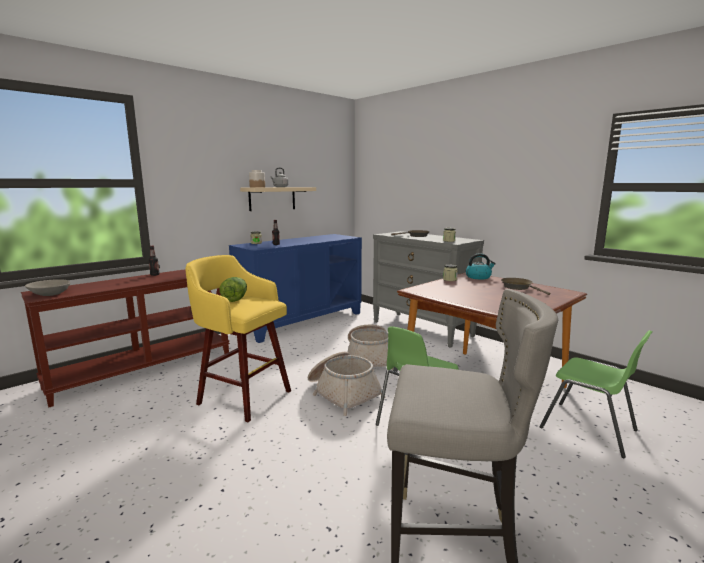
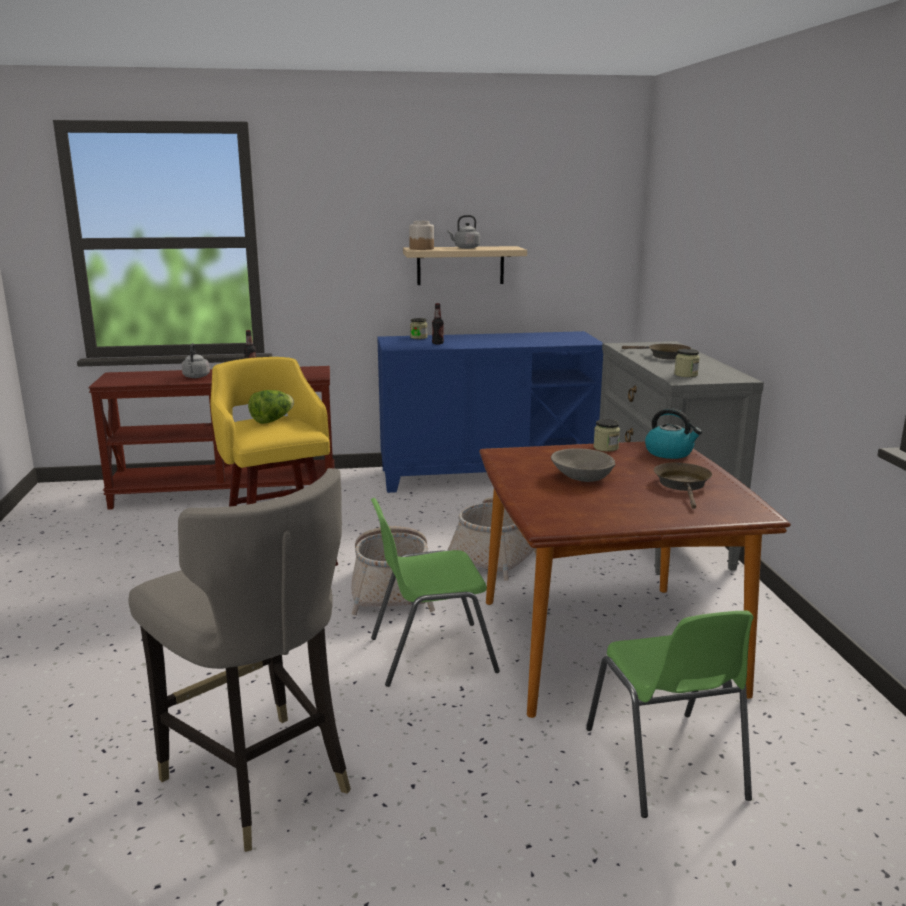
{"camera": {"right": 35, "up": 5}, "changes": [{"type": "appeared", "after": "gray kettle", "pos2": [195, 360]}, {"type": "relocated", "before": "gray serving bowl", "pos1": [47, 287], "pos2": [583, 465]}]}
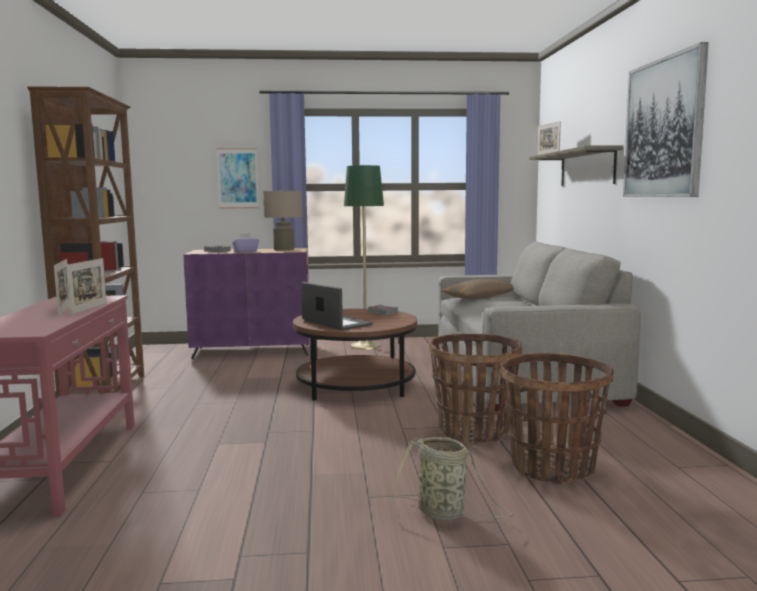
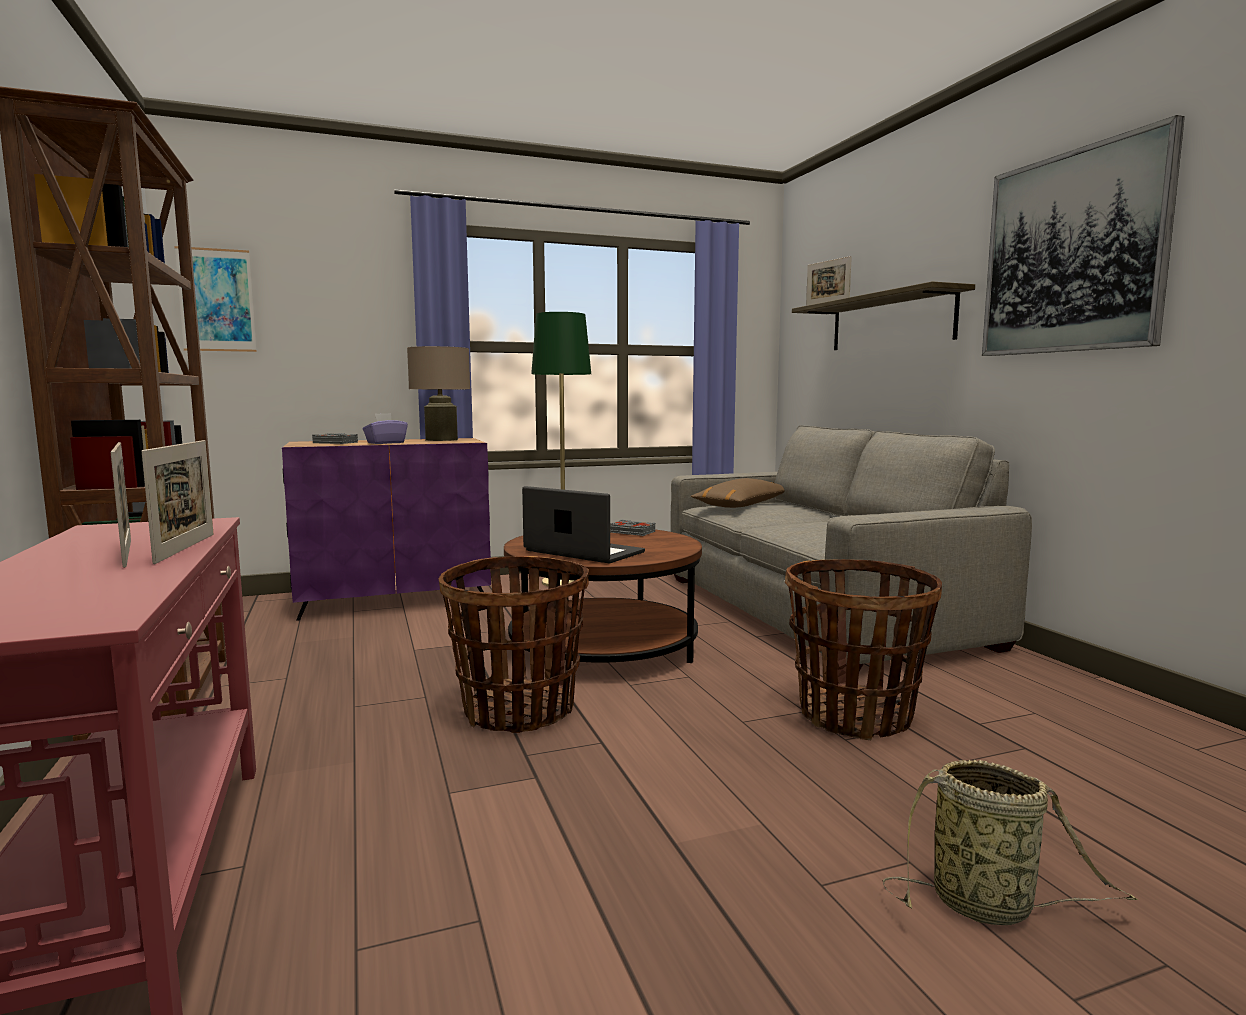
{"camera": {"right": -15, "up": 0}, "changes": [{"type": "relocated", "before": "wall picture", "pos1": [238, 178], "pos2": [215, 299]}, {"type": "relocated", "before": "basket", "pos1": [557, 418], "pos2": [513, 644]}]}
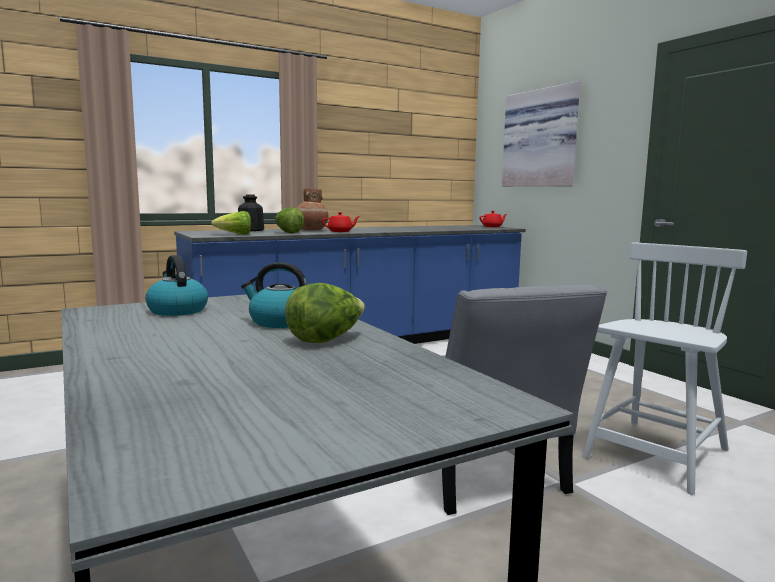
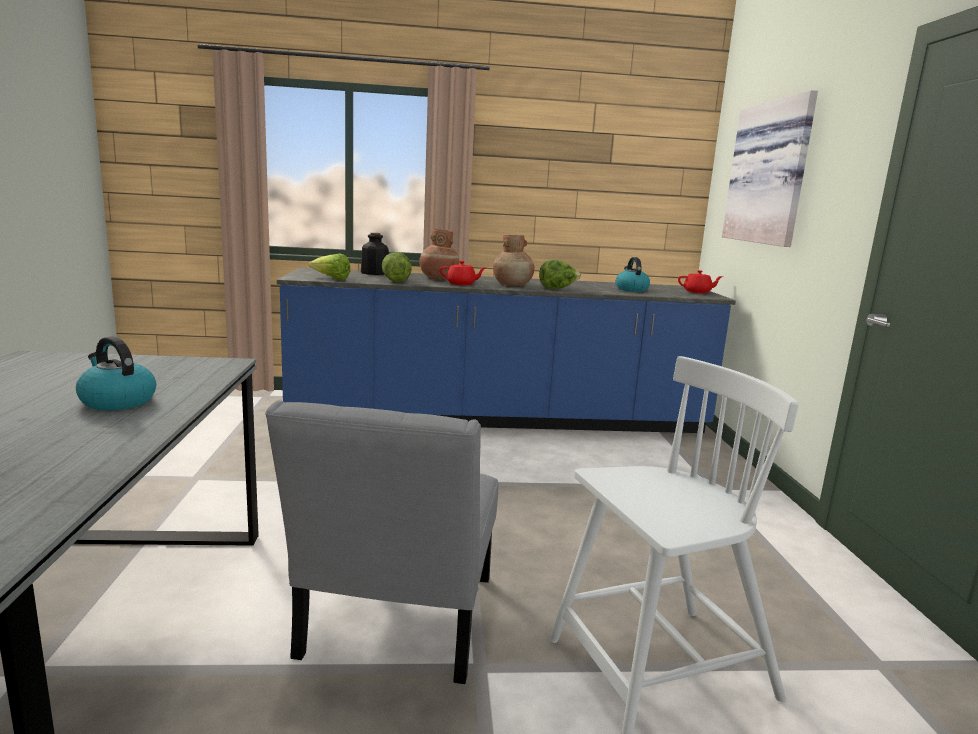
{"camera": {"right": 25, "up": 5}, "changes": [{"type": "appeared", "after": "brown decorative vase", "pos2": [514, 260]}, {"type": "relocated", "before": "lettuce", "pos1": [325, 313], "pos2": [560, 274]}, {"type": "relocated", "before": "kettle", "pos1": [176, 285], "pos2": [633, 274]}]}
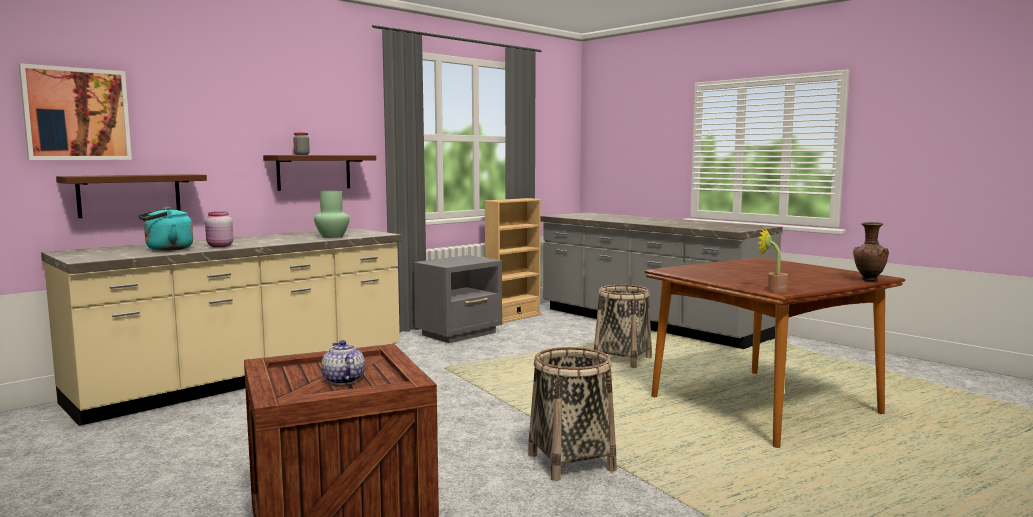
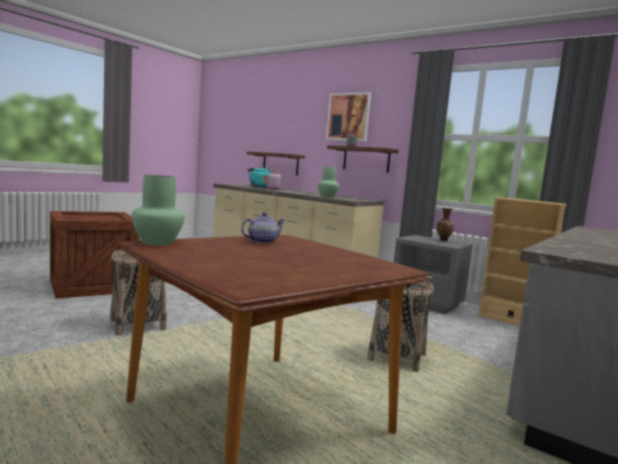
{"camera": {"right": 80, "up": 0}, "changes": [{"type": "exchanged", "before": "plant in a pot", "after": "greenish decorative vase", "pos1": [773, 260], "pos2": [158, 210]}, {"type": "relocated", "before": "tea pot", "pos1": [343, 362], "pos2": [263, 227]}, {"type": "relocated", "before": "wall picture", "pos1": [75, 111], "pos2": [348, 116]}, {"type": "relocated", "before": "brown decorative vase", "pos1": [871, 251], "pos2": [445, 224]}]}
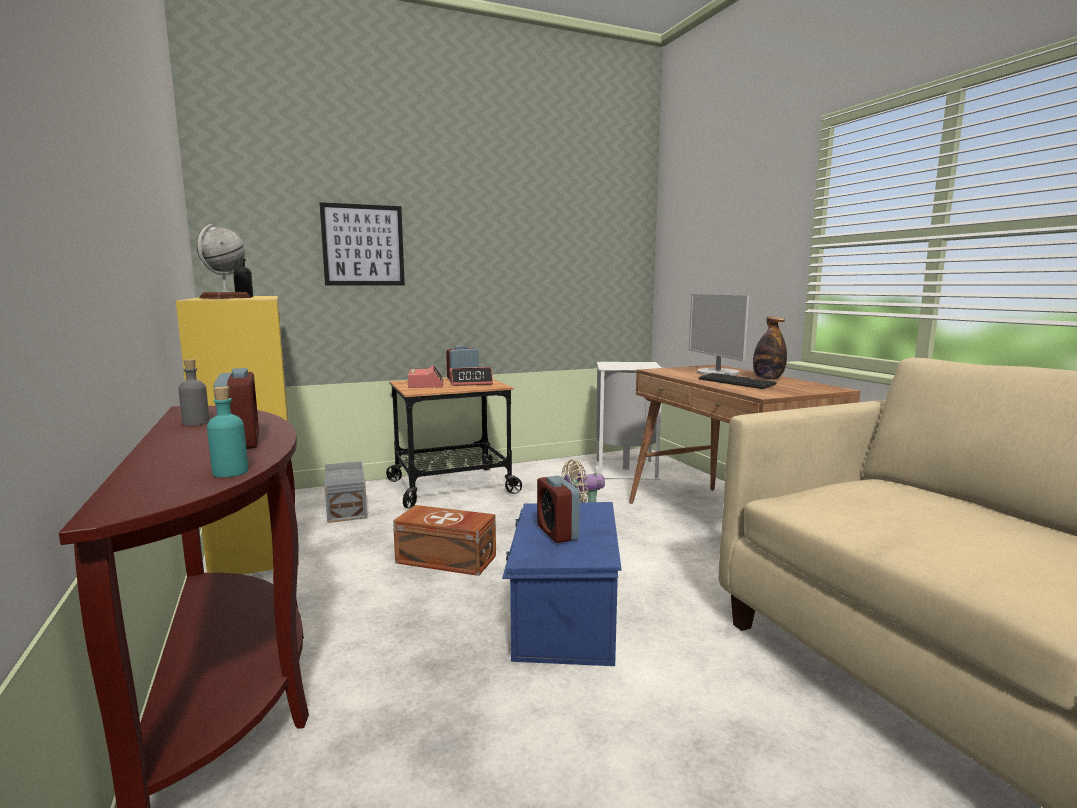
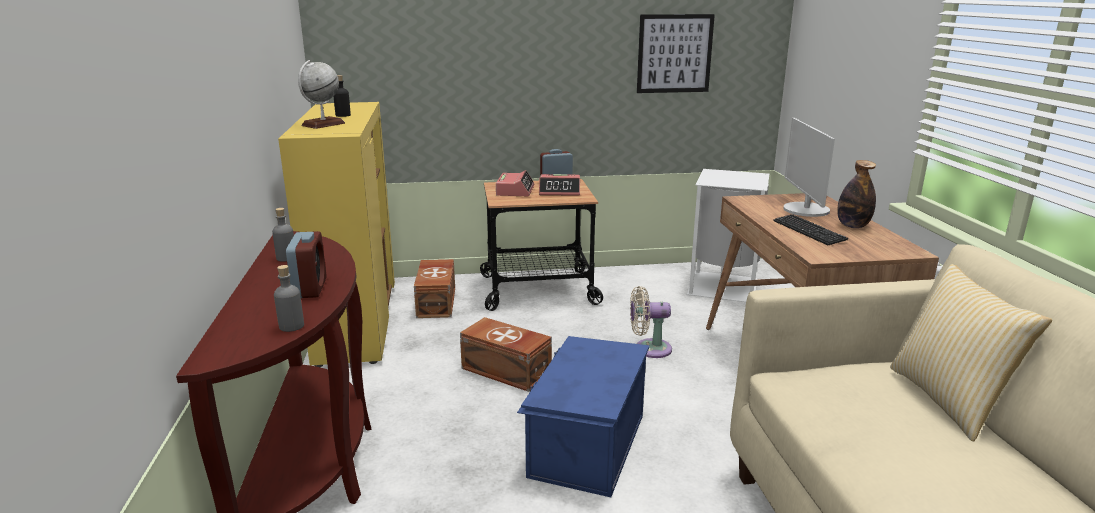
{"camera": {"right": 15, "up": 10}, "changes": [{"type": "colour", "before": "blue-green drink bottle", "after": "gray drink bottle", "pos1": [227, 432], "pos2": [289, 298]}, {"type": "colour", "before": "gray storage container", "after": "brown storage container", "pos1": [346, 492], "pos2": [434, 288]}, {"type": "relocated", "before": "wall picture", "pos1": [362, 243], "pos2": [676, 53]}, {"type": "appeared", "after": "throw pillow", "pos2": [971, 352]}, {"type": "missing", "before": "bedside clock", "pos1": [558, 509]}]}
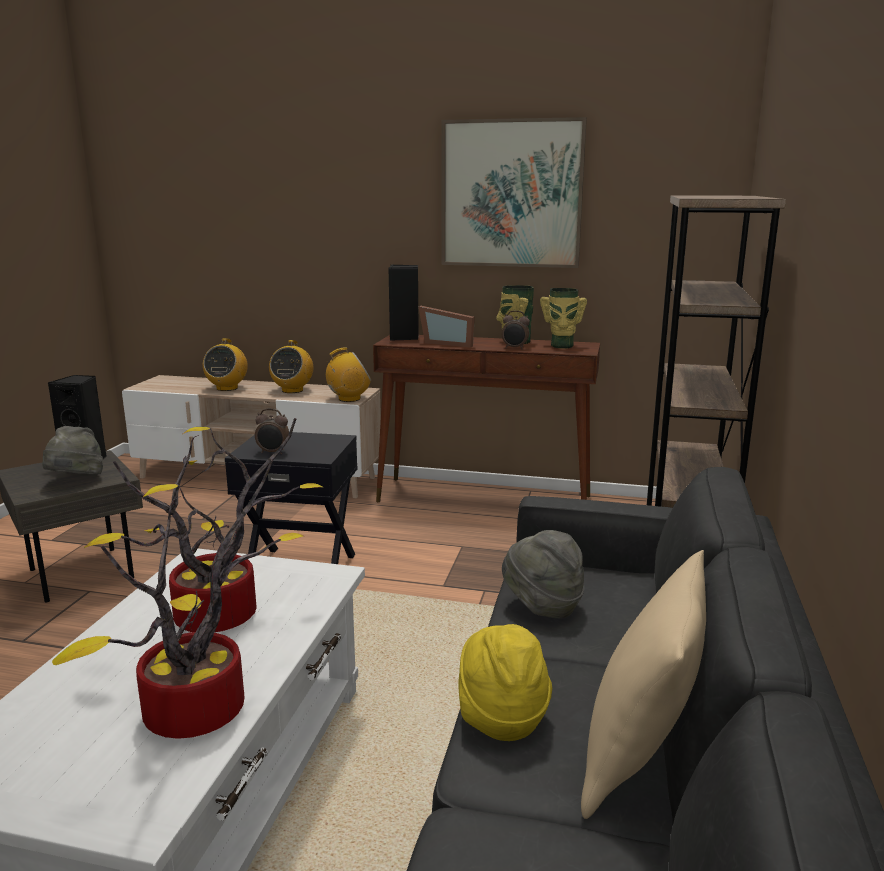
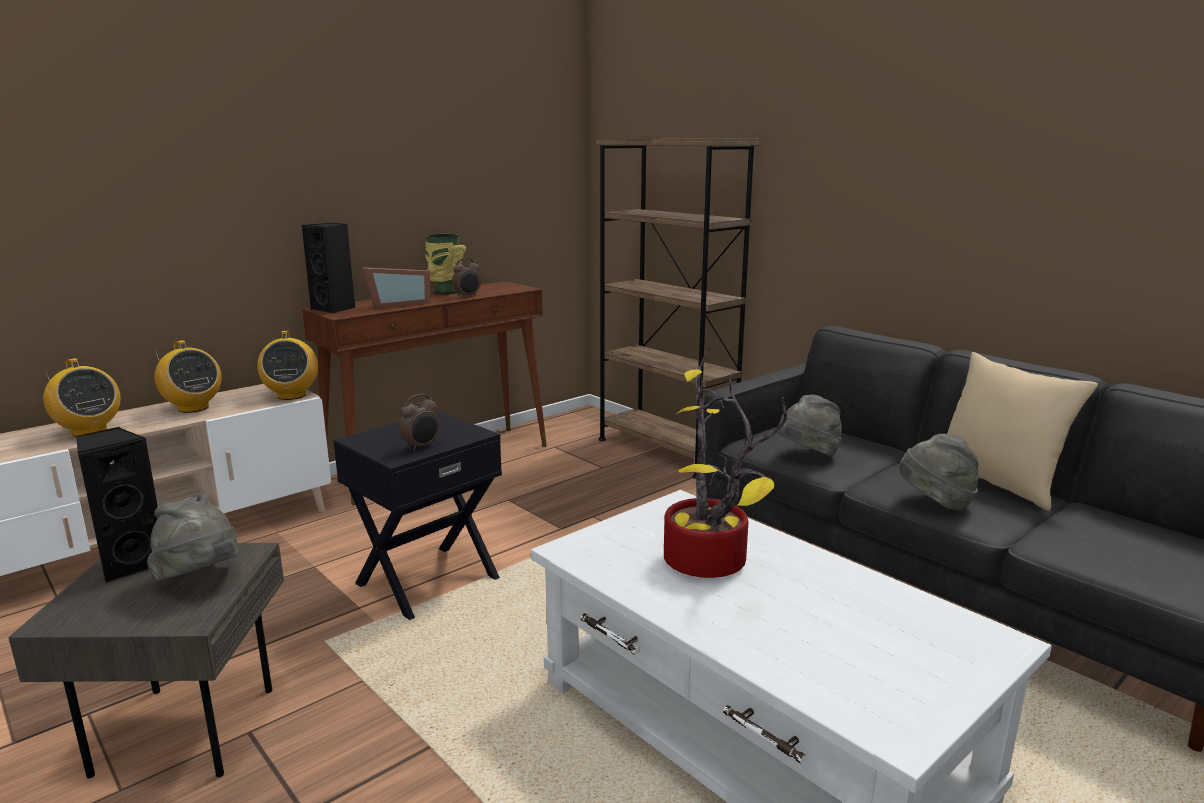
{"camera": {"right": -55, "up": 0}, "changes": [{"type": "spun", "before": "radio receiver", "pos1": [348, 374], "pos2": [287, 365], "turn": 150}, {"type": "colour", "before": "yellow-coloured wearable hat", "after": "gray wearable hat", "pos1": [505, 682], "pos2": [939, 472]}, {"type": "missing", "before": "plant in a pot", "pos1": [179, 599]}, {"type": "missing", "before": "wall picture", "pos1": [514, 192]}, {"type": "missing", "before": "decorative vase", "pos1": [563, 318]}]}
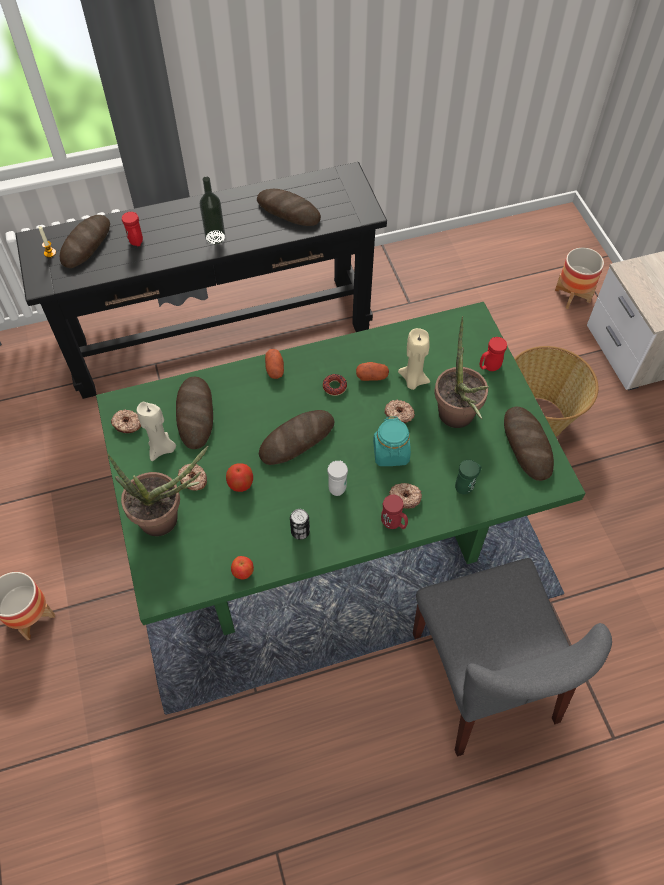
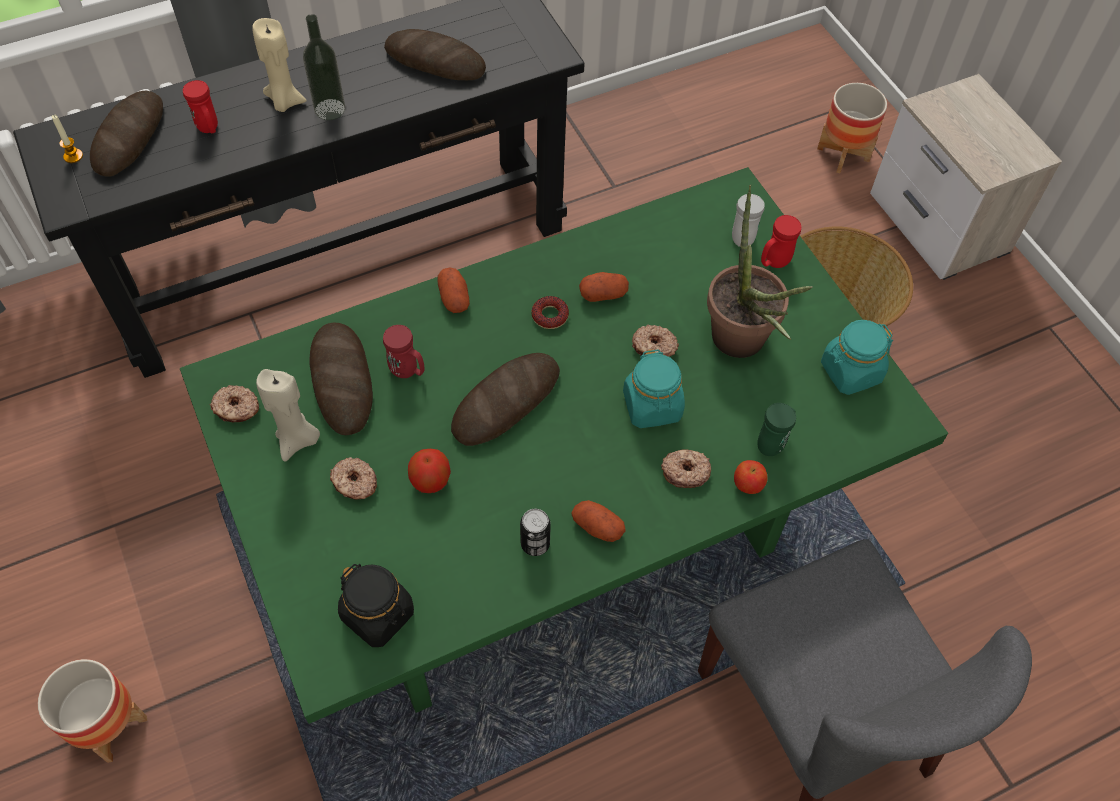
{"camera": {"right": -10, "up": 0}, "changes": [{"type": "relocated", "before": "sand-coloured wax candle", "pos1": [414, 359], "pos2": [279, 65]}, {"type": "appeared", "after": "black preserve jar", "pos2": [376, 605]}, {"type": "relocated", "before": "reddish tea mug", "pos1": [394, 512], "pos2": [404, 351]}, {"type": "appeared", "after": "whole potato", "pos2": [598, 521]}, {"type": "relocated", "before": "white tea mug", "pos1": [337, 478], "pos2": [748, 220]}, {"type": "relocated", "before": "whole apple", "pos1": [242, 567], "pos2": [751, 477]}, {"type": "exchanged", "before": "bread", "after": "blue-green preserve jar", "pos1": [529, 444], "pos2": [857, 357]}, {"type": "missing", "before": "plant in a pot", "pos1": [157, 491]}]}
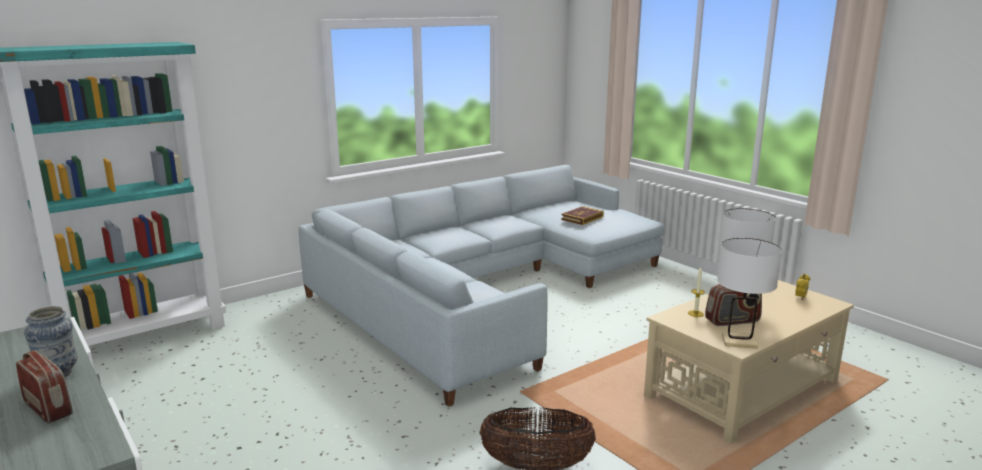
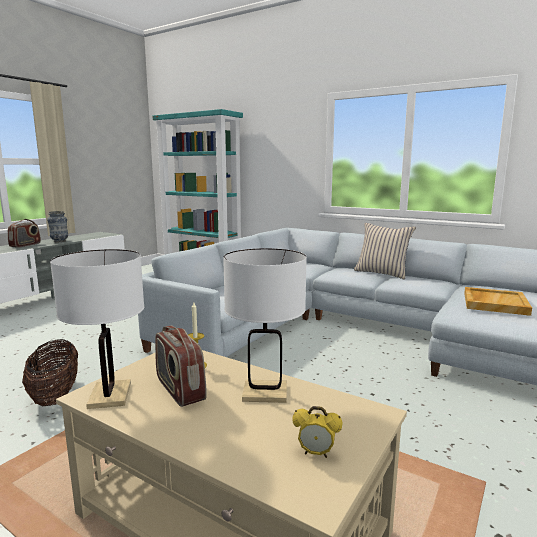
{"camera": {"right": 70, "up": -5}, "changes": [{"type": "appeared", "after": "sand-coloured throw pillow", "pos2": [385, 251]}, {"type": "exchanged", "before": "bound book", "after": "sand-coloured carrying tray", "pos1": [582, 215], "pos2": [498, 301]}]}
